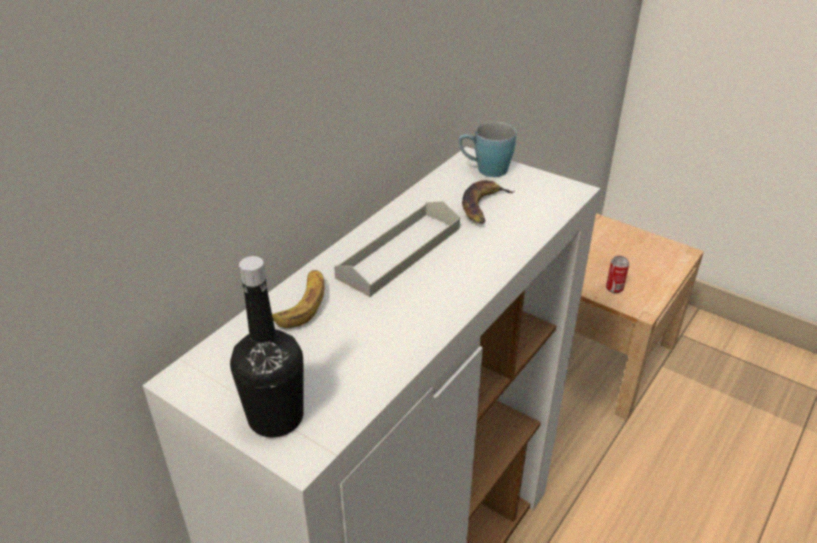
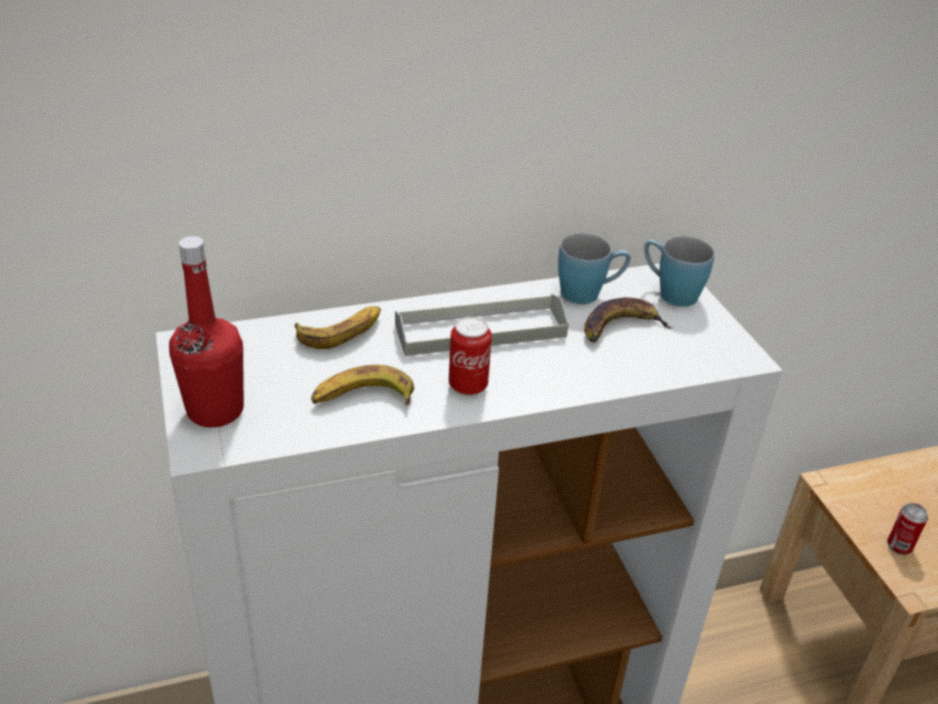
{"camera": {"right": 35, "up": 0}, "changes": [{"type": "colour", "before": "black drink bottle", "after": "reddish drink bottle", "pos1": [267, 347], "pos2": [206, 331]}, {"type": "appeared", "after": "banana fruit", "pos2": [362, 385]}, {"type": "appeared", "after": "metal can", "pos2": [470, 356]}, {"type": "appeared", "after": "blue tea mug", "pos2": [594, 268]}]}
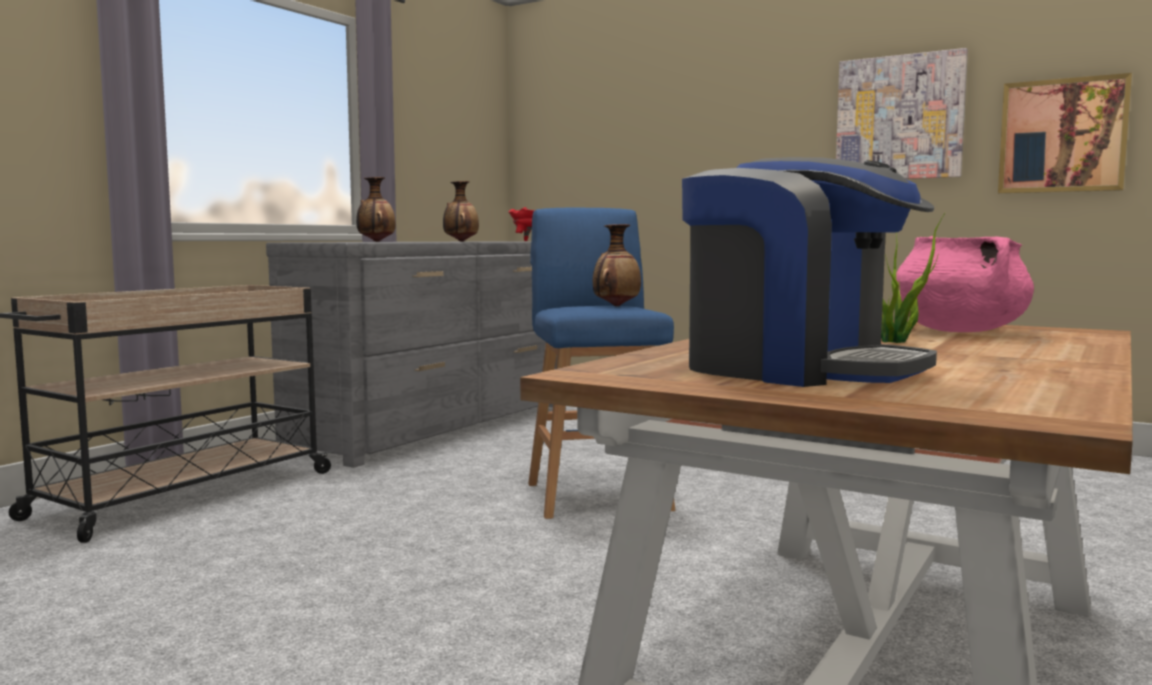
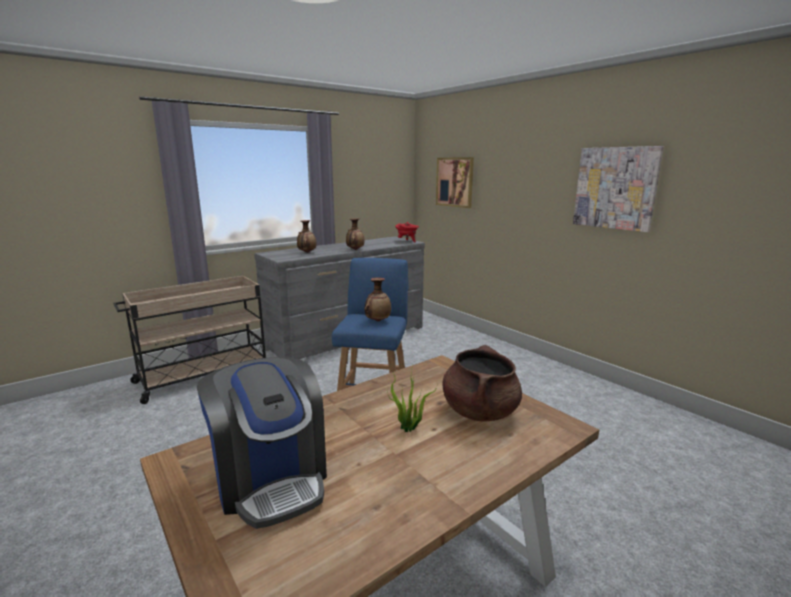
{"camera": {"right": 20, "up": 10}, "changes": [{"type": "relocated", "before": "wall picture", "pos1": [1065, 133], "pos2": [455, 182]}, {"type": "colour", "before": "pinkish stockpot", "after": "brown stockpot", "pos1": [965, 284], "pos2": [482, 383]}]}
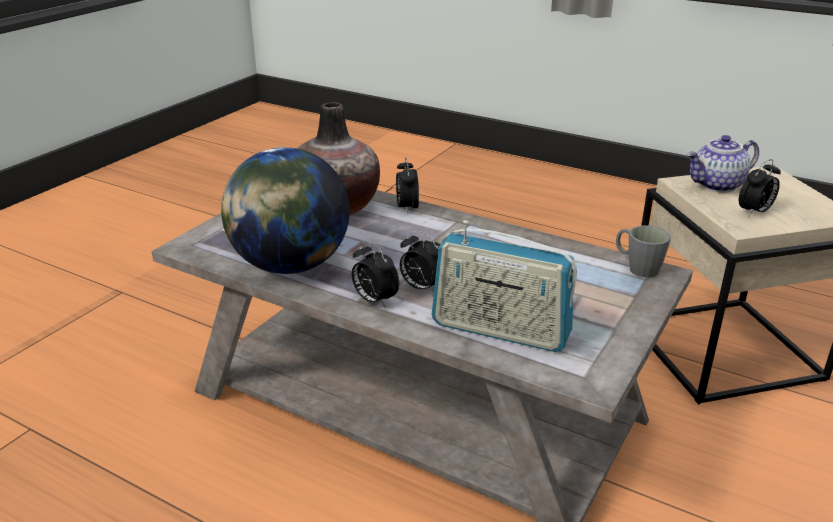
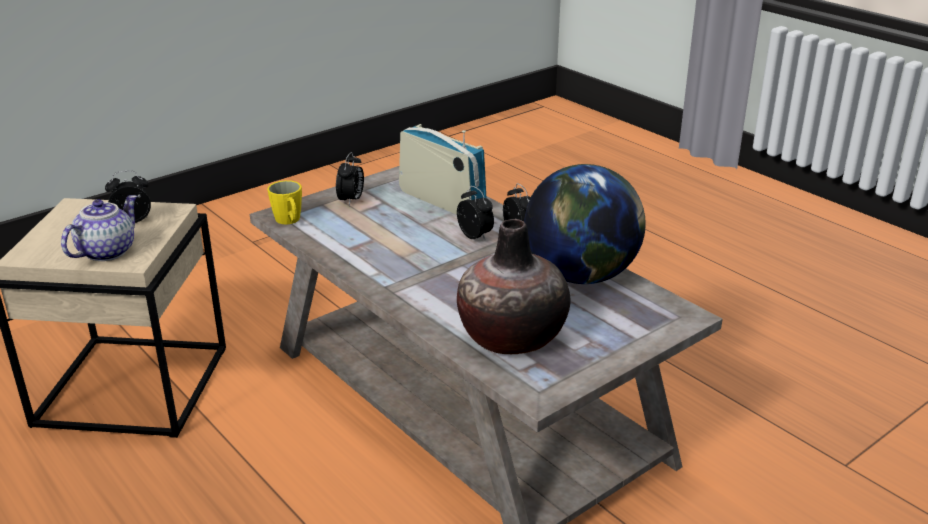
{"camera": {"right": -160, "up": 0}, "changes": [{"type": "spun", "before": "tea pot", "pos1": [722, 164], "pos2": [99, 228], "turn": -60}, {"type": "colour", "before": "gray tea mug", "after": "yellow-coloured tea mug", "pos1": [643, 251], "pos2": [284, 202]}, {"type": "relocated", "before": "bedside clock", "pos1": [407, 185], "pos2": [350, 179]}]}
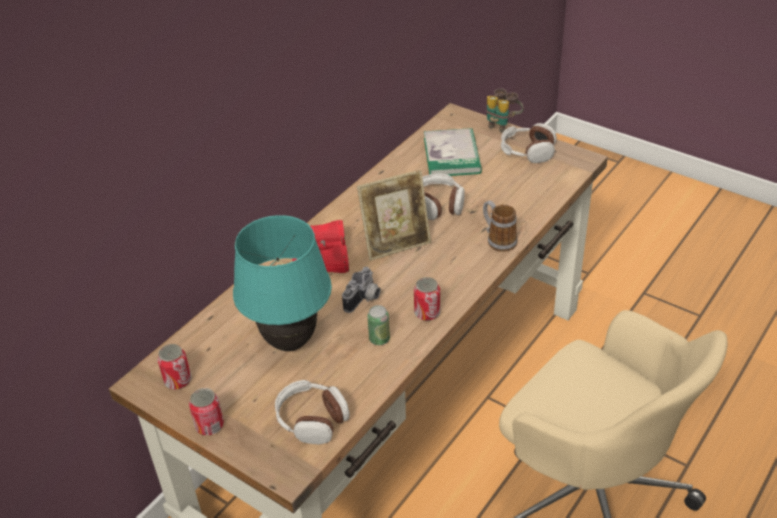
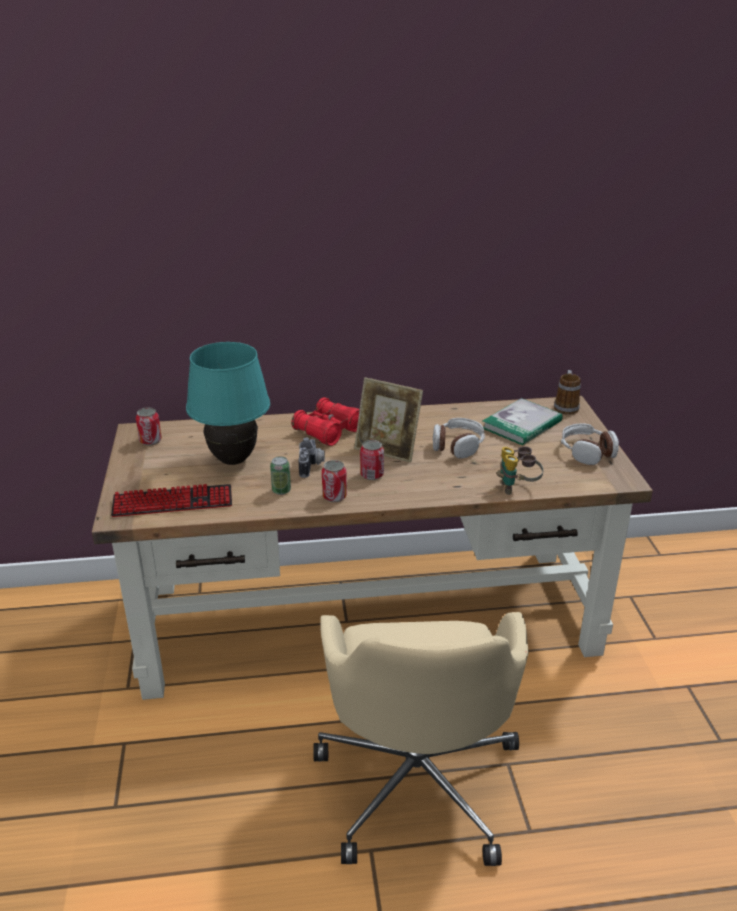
{"camera": {"right": 45, "up": -10}, "changes": [{"type": "exchanged", "before": "pair of headphones", "after": "computer keyboard", "pos1": [311, 412], "pos2": [171, 500]}, {"type": "spun", "before": "photo camera", "pos1": [361, 290], "pos2": [312, 458], "turn": -75}, {"type": "relocated", "before": "metal can", "pos1": [206, 411], "pos2": [372, 460]}, {"type": "relocated", "before": "field glasses", "pos1": [505, 110], "pos2": [520, 470]}, {"type": "relocated", "before": "tea mug", "pos1": [500, 226], "pos2": [567, 392]}]}
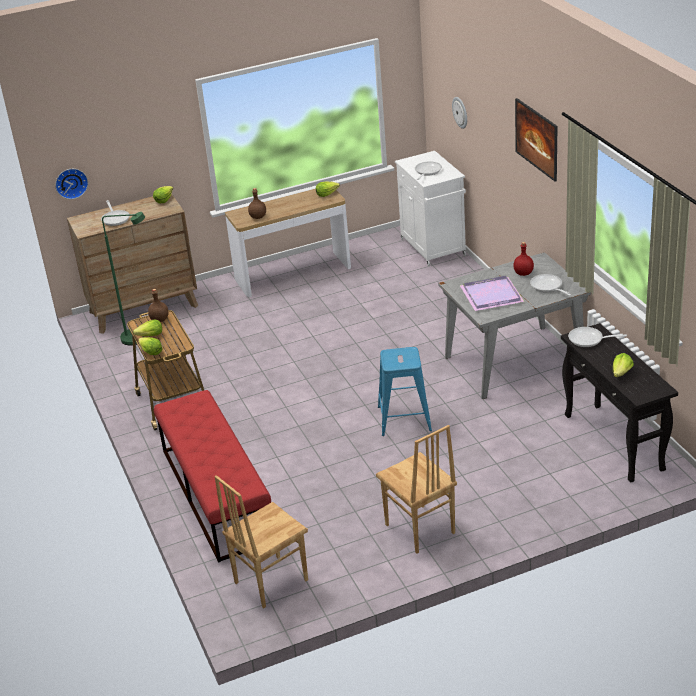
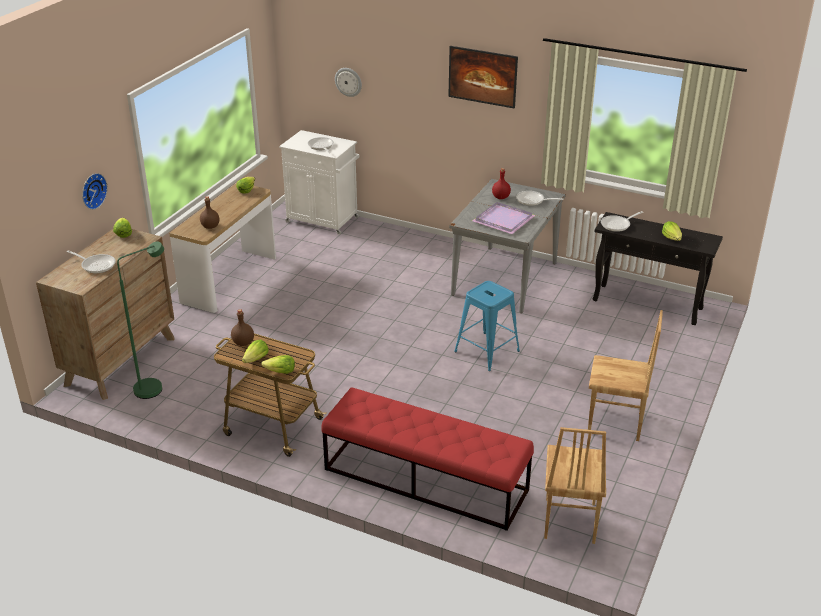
{"camera": {"right": -45, "up": 0}, "changes": [{"type": "relocated", "before": "clock on the wall", "pos1": [71, 184], "pos2": [95, 191]}]}
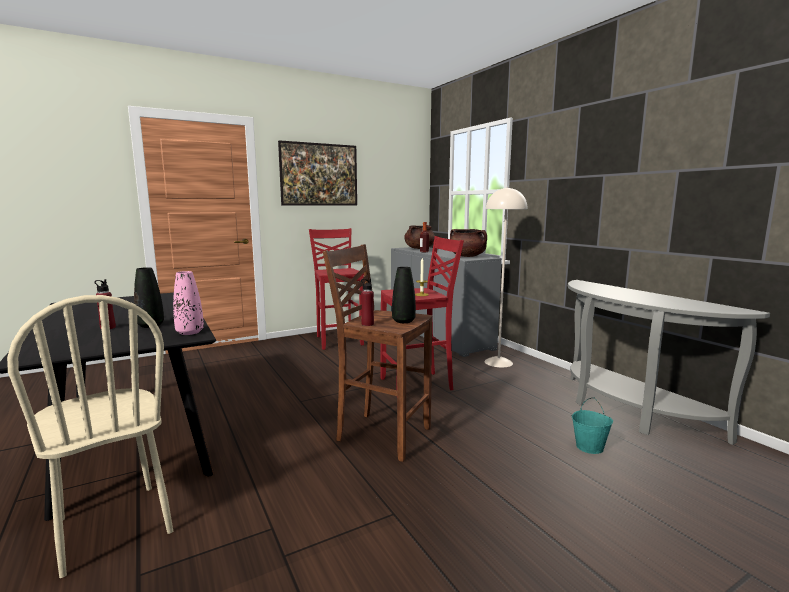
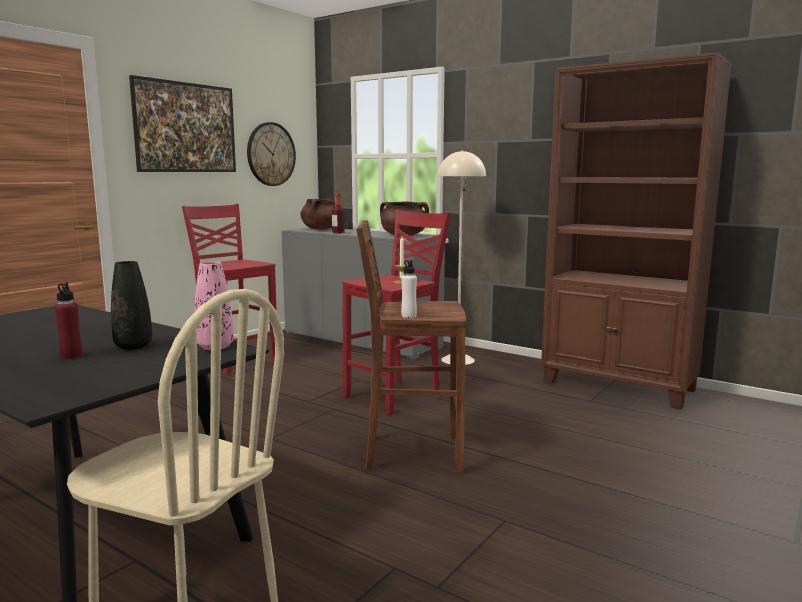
{"camera": {"right": -25, "up": 0}, "changes": [{"type": "appeared", "after": "clock on the wall", "pos2": [271, 154]}, {"type": "colour", "before": "reddish drink bottle", "after": "white drink bottle", "pos1": [367, 302], "pos2": [409, 289]}, {"type": "exchanged", "before": "gray console table", "after": "brown bookcase", "pos1": [669, 362], "pos2": [636, 231]}, {"type": "missing", "before": "black decorative vase", "pos1": [404, 295]}, {"type": "missing", "before": "blue-green water bucket", "pos1": [592, 426]}]}
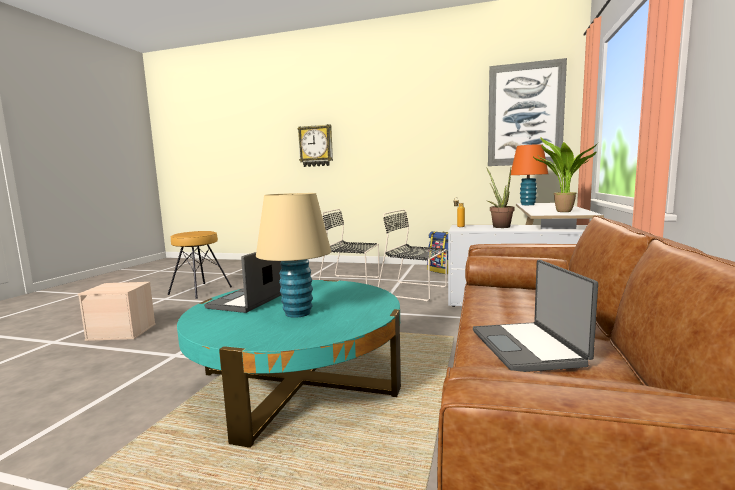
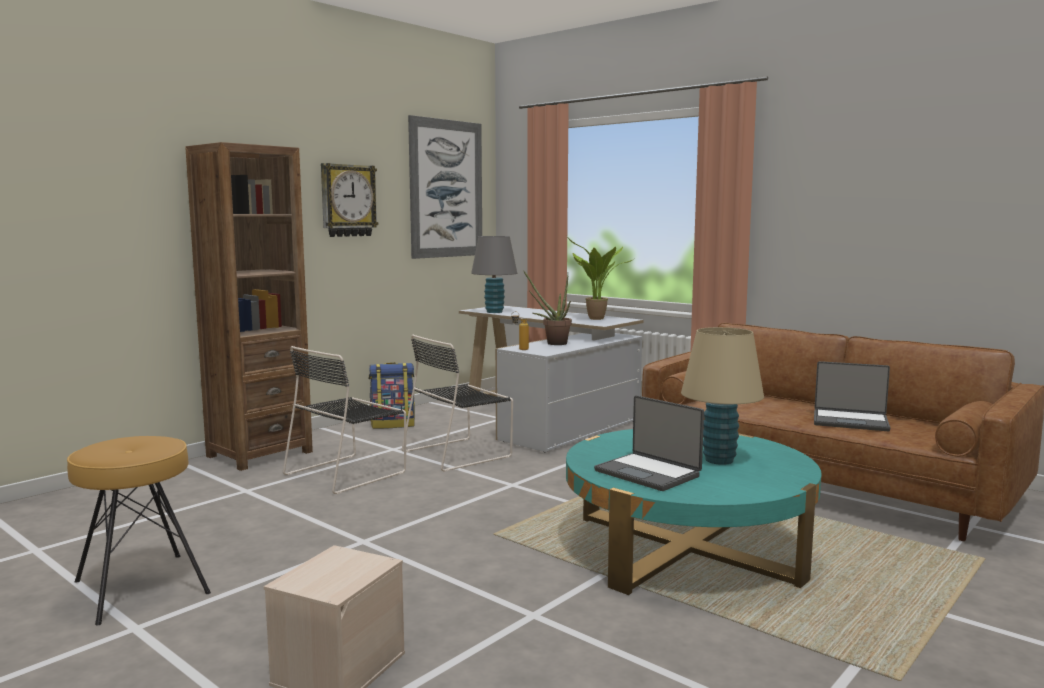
{"camera": {"right": -65, "up": 0}, "changes": [{"type": "appeared", "after": "brown bookcase", "pos2": [249, 306]}, {"type": "relocated", "before": "clock on the wall", "pos1": [315, 145], "pos2": [350, 200]}, {"type": "colour", "before": "orangey tabletop lamp", "after": "gray tabletop lamp", "pos1": [529, 174], "pos2": [494, 274]}]}
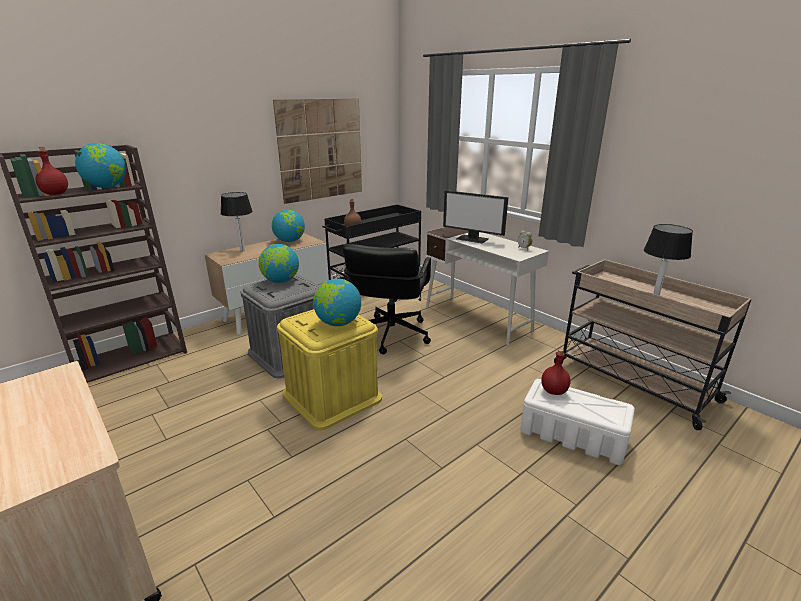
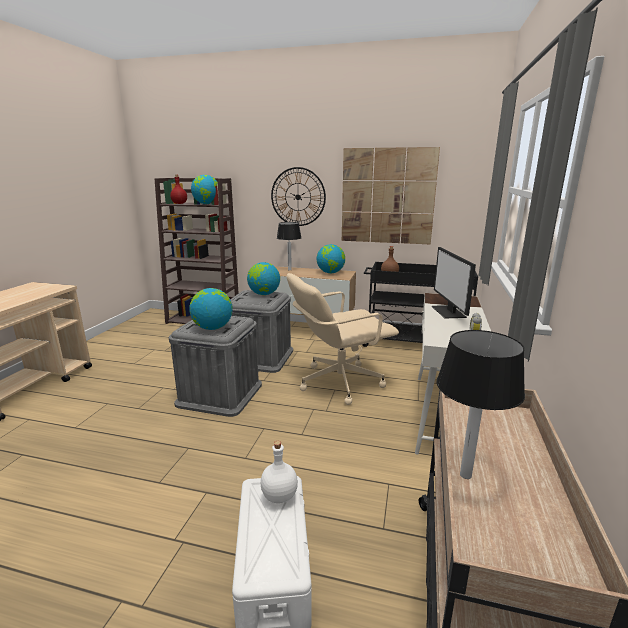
{"camera": {"right": 55, "up": -5}, "changes": [{"type": "colour", "before": "yellow-coloured storage container", "after": "gray storage container", "pos1": [329, 369], "pos2": [215, 366]}, {"type": "colour", "before": "reddish drink bottle", "after": "white drink bottle", "pos1": [556, 372], "pos2": [279, 472]}, {"type": "appeared", "after": "clock on the wall", "pos2": [298, 196]}, {"type": "colour", "before": "black computer chair", "after": "sand-coloured computer chair", "pos1": [386, 299], "pos2": [343, 339]}]}
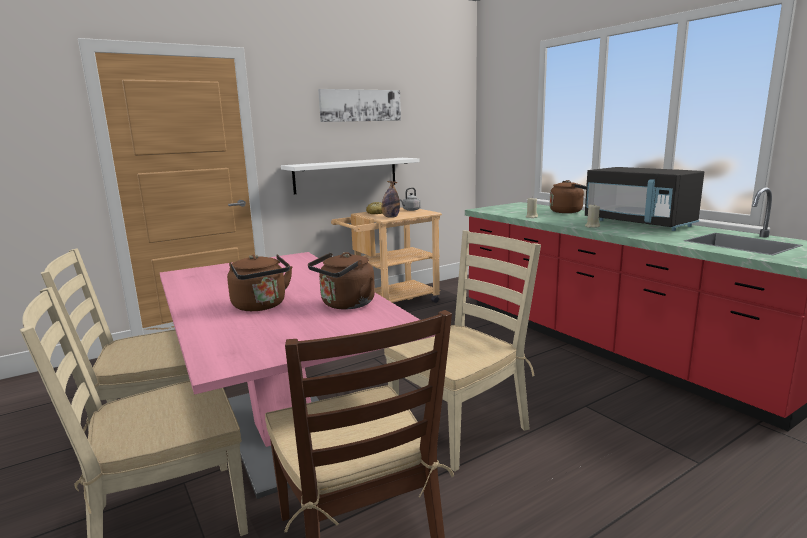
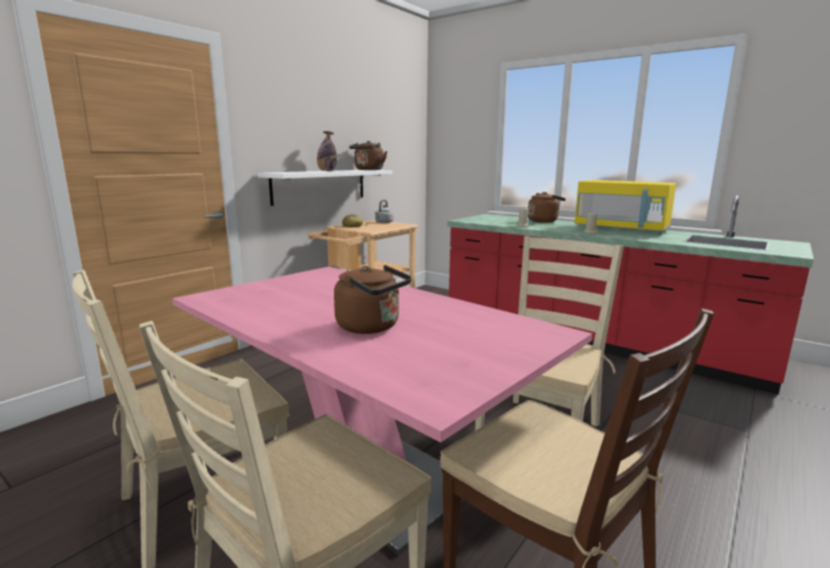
{"camera": {"right": -20, "up": 0}, "changes": [{"type": "relocated", "before": "drink bottle", "pos1": [391, 199], "pos2": [327, 151]}, {"type": "relocated", "before": "brown kettle", "pos1": [341, 280], "pos2": [368, 155]}, {"type": "colour", "before": "black microwave oven", "after": "yellow-coloured microwave oven", "pos1": [644, 199], "pos2": [625, 207]}, {"type": "missing", "before": "wall picture", "pos1": [359, 105]}]}
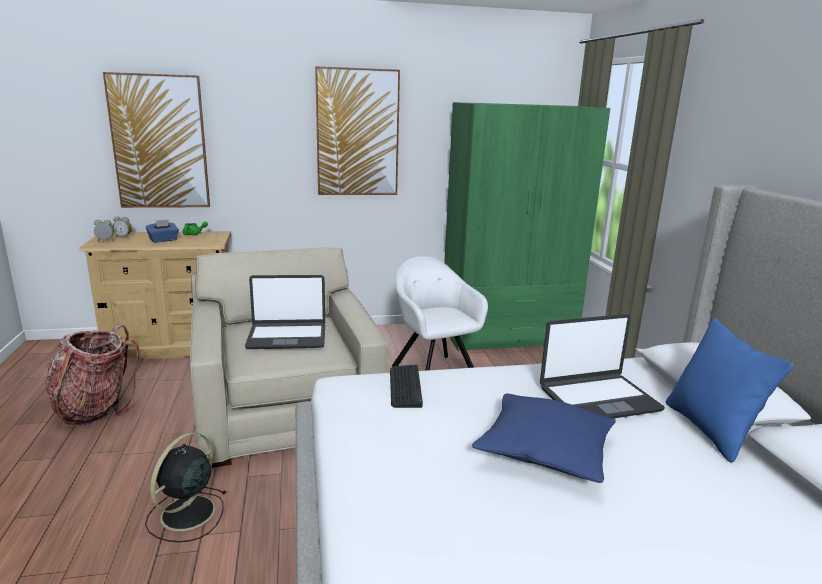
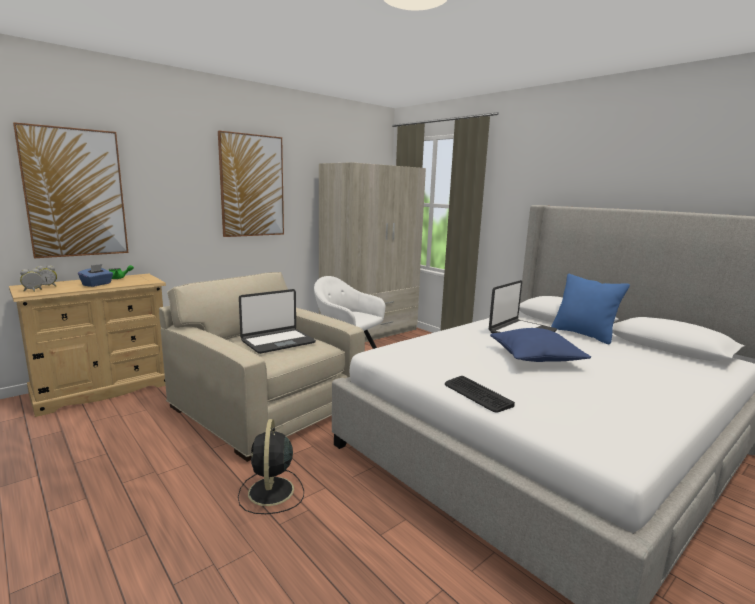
{"camera": {"right": -30, "up": -5}, "changes": [{"type": "colour", "before": "greenish wardrobe", "after": "sand-coloured wardrobe", "pos1": [527, 226], "pos2": [372, 252]}, {"type": "relocated", "before": "computer keyboard", "pos1": [406, 386], "pos2": [480, 394]}, {"type": "missing", "before": "rucksack", "pos1": [92, 375]}]}
